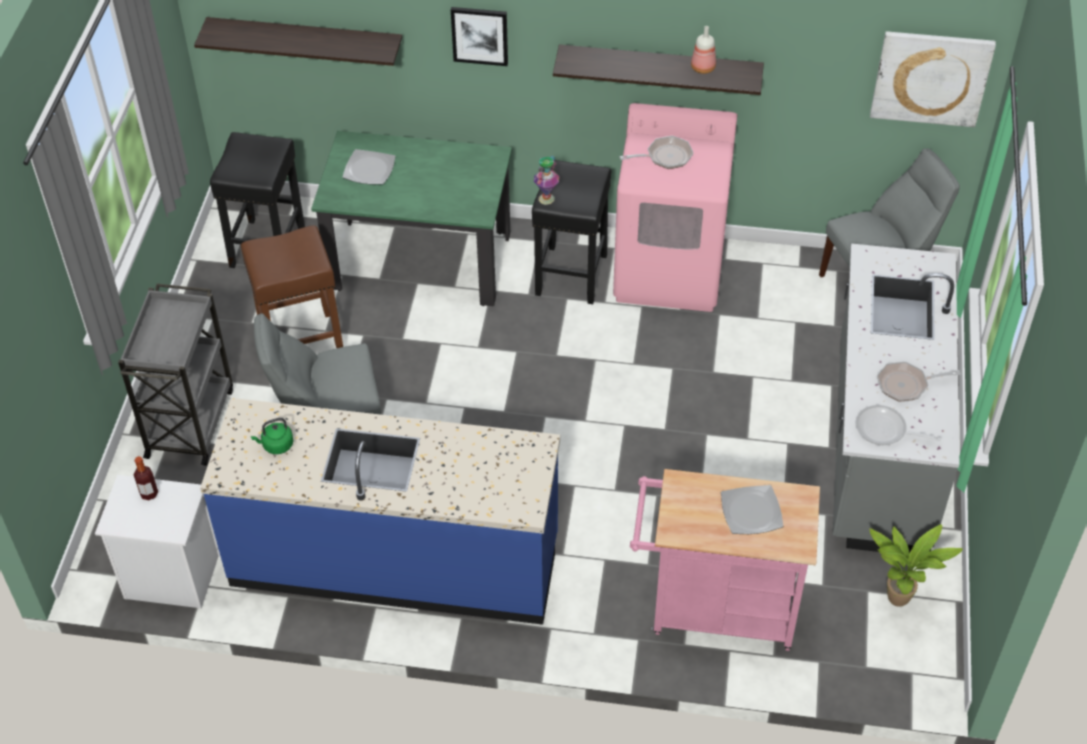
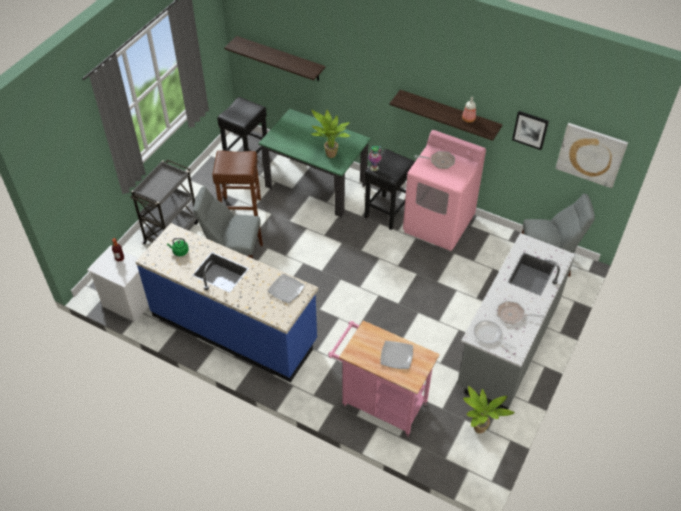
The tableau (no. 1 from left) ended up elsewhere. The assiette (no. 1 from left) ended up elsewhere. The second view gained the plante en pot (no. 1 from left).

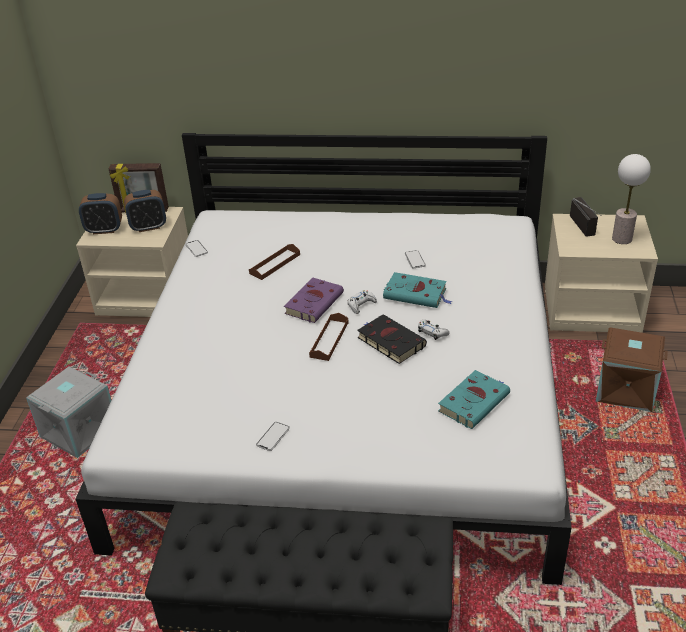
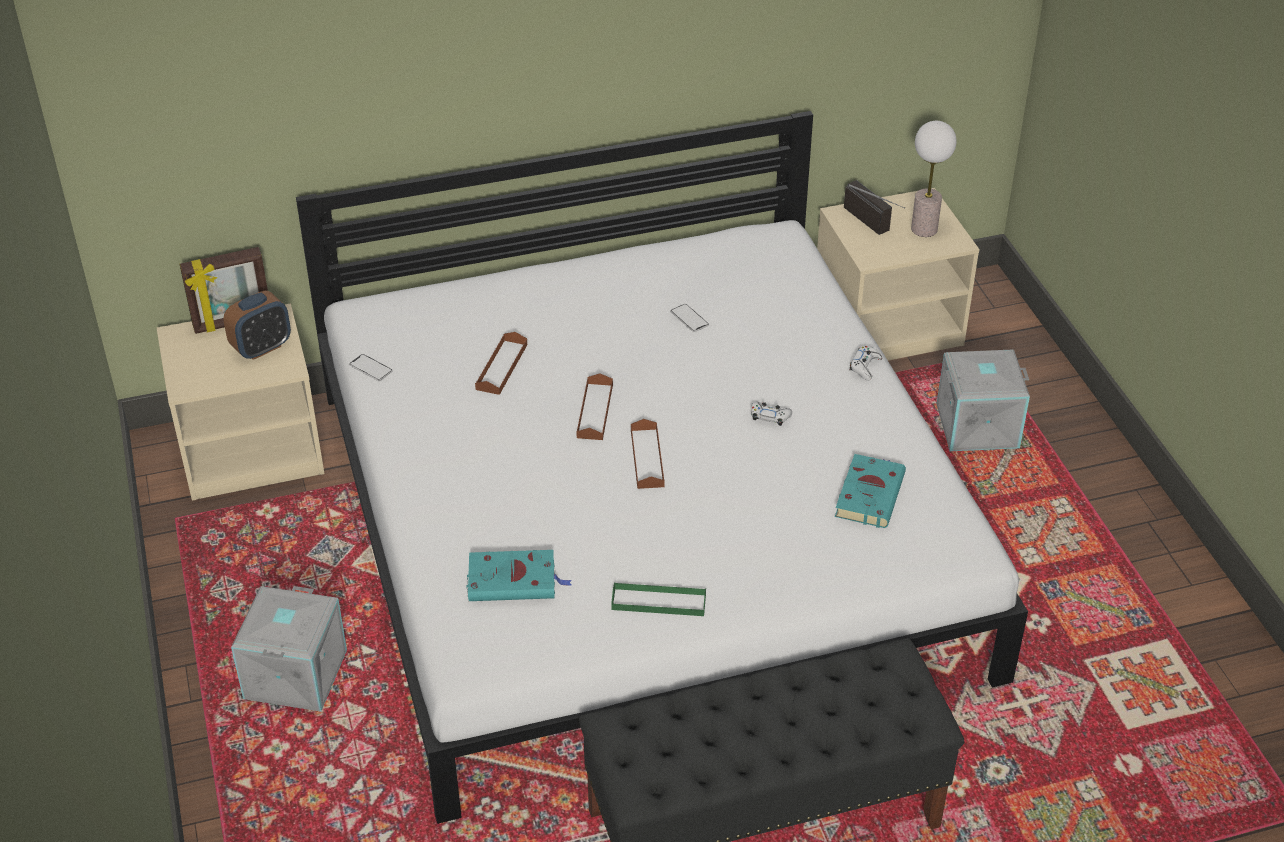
The second view lost the réveil (no. 1 from left). The livre/turquoise (no. 1 from left) ended up elsewhere. Where the livre/violet stood, the plateau/marron (no. 2 from left) came to stand. The manette/blanc (no. 1 from left in the first image) ended up elsewhere. The second view lost the livre/noir. What was the boîte de rangement/marron turned into the boîte de rangement/gris (no. 2 from left). Where the téléphone (no. 2 from left) stood, the plateau/vert came to stand.

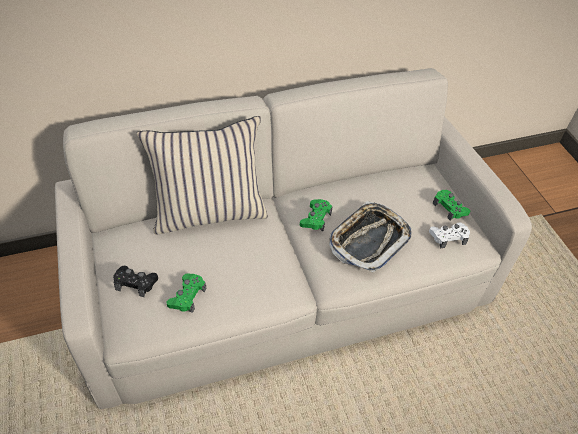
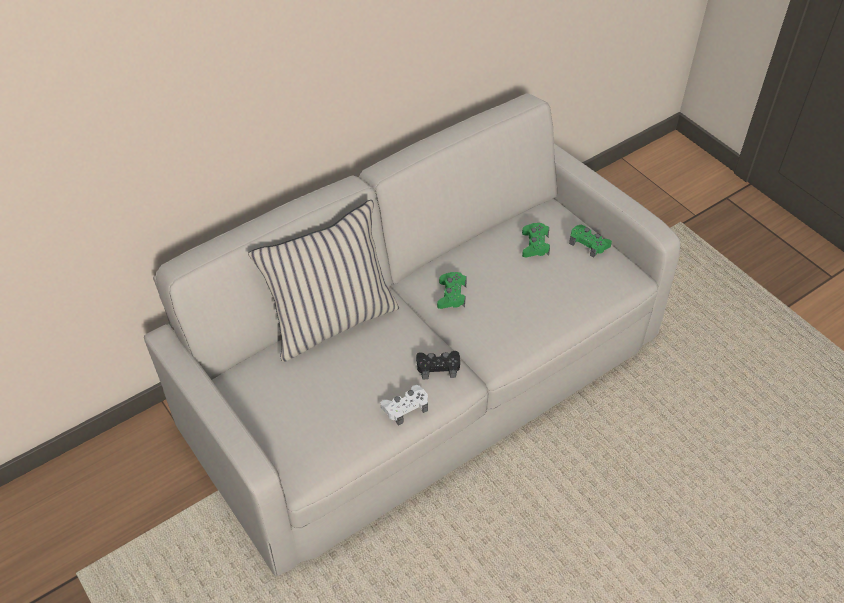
The second view lost the plateau. The manette/blanc ended up elsewhere. The manette/noir ended up elsewhere. The manette/vert (no. 1 from left in the first image) ended up elsewhere.

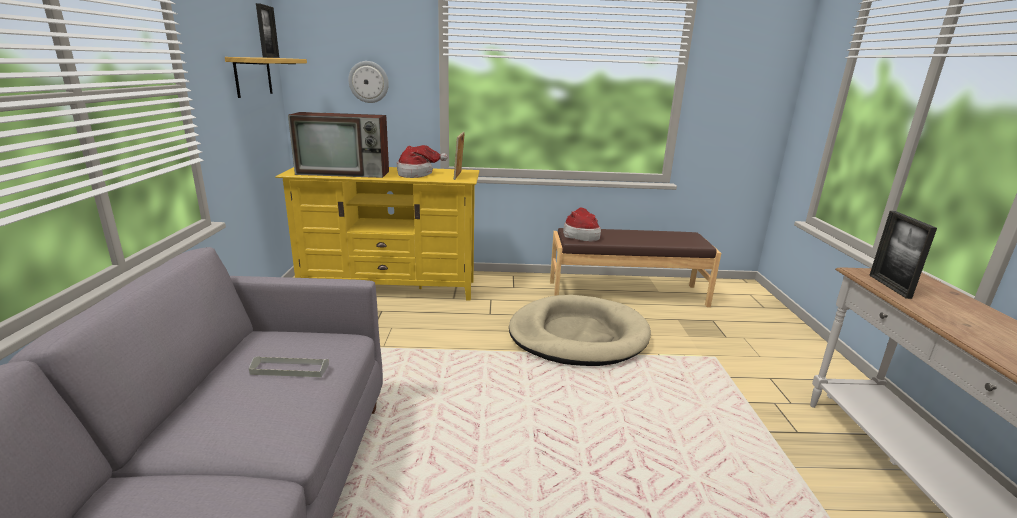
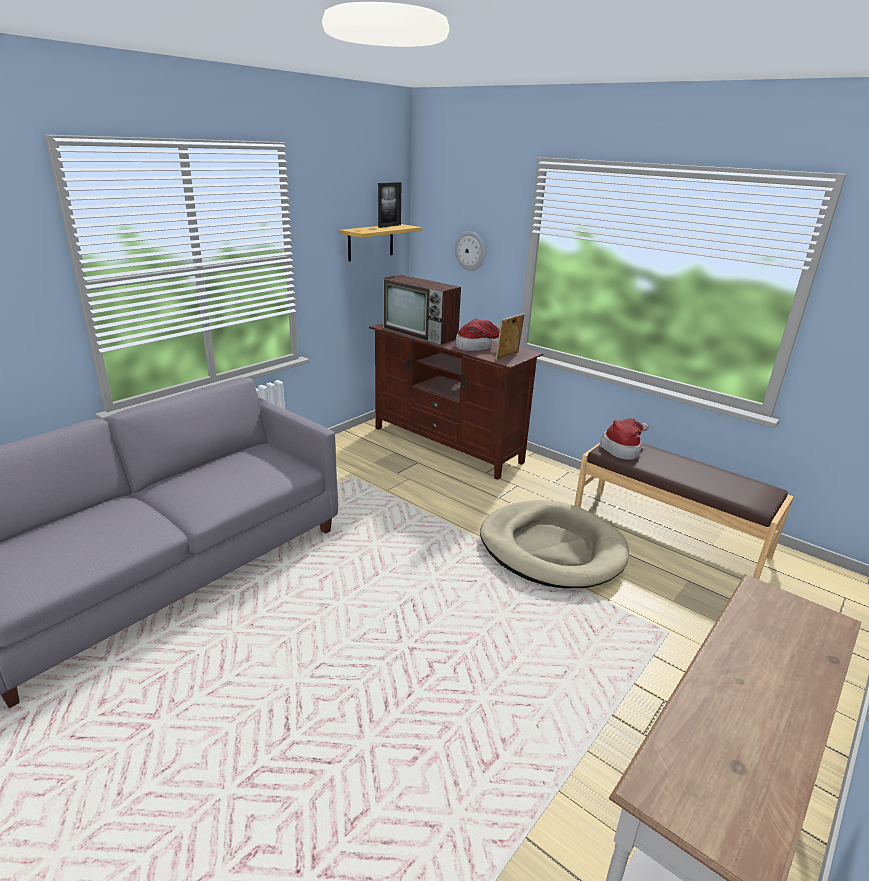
What was the meuble télé/jaune turned into the meuble télé/marron. The second view lost the cadre photo (no. 3 from left). The second view lost the plateau/gris.

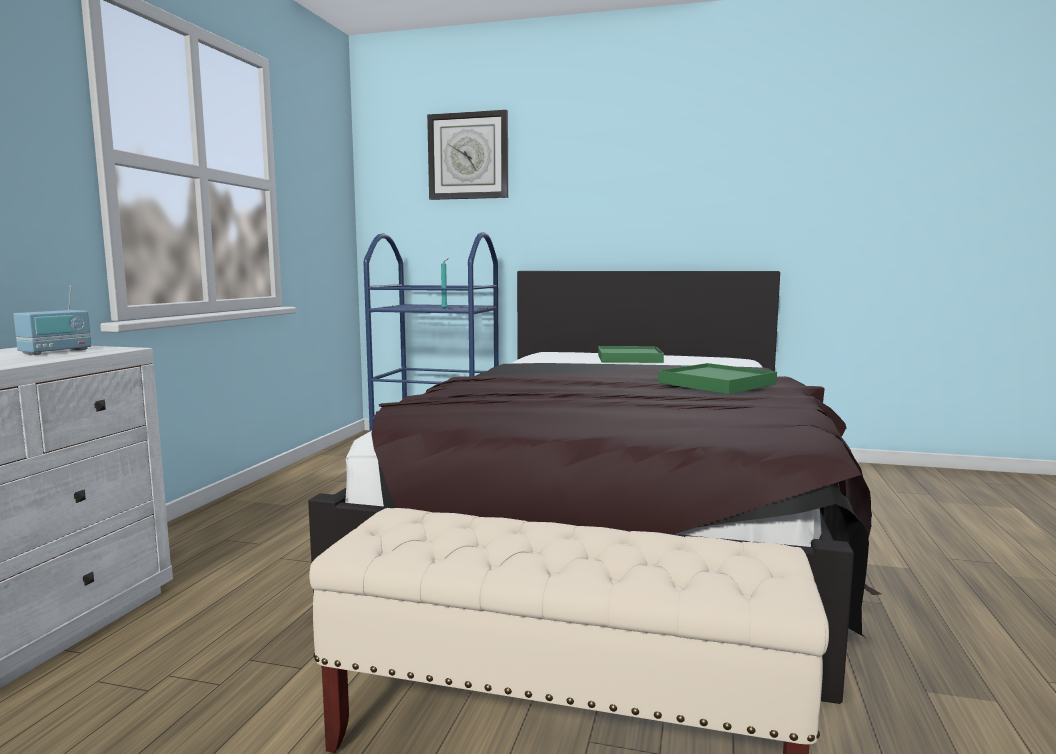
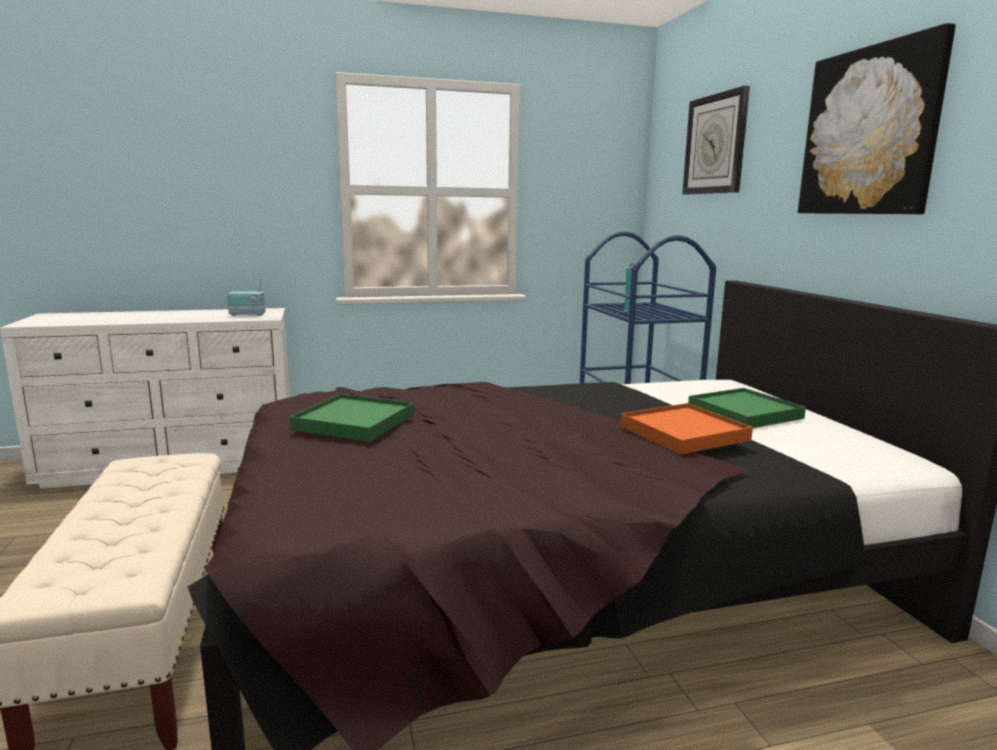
The plateau/vert (no. 2 from left in the first image) ended up elsewhere. The second view gained the tableau. The second view gained the plateau/orange.

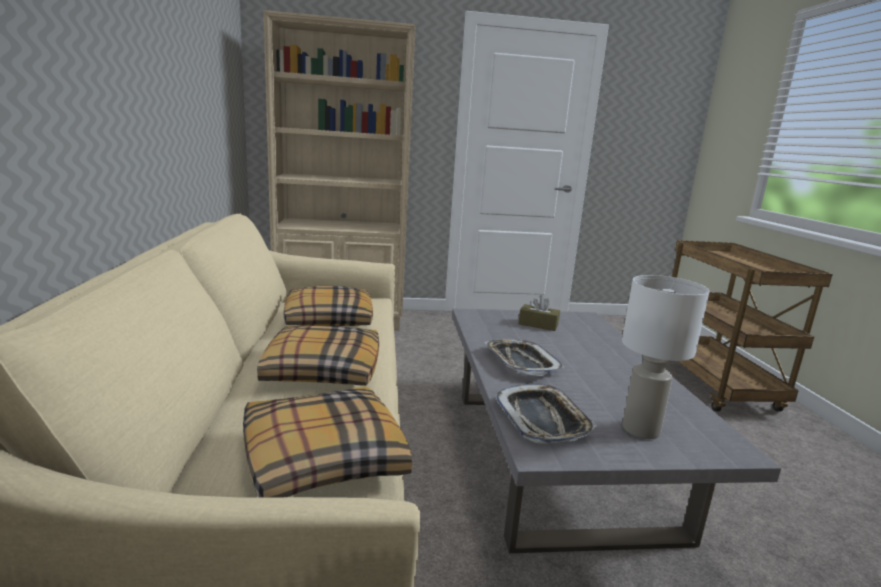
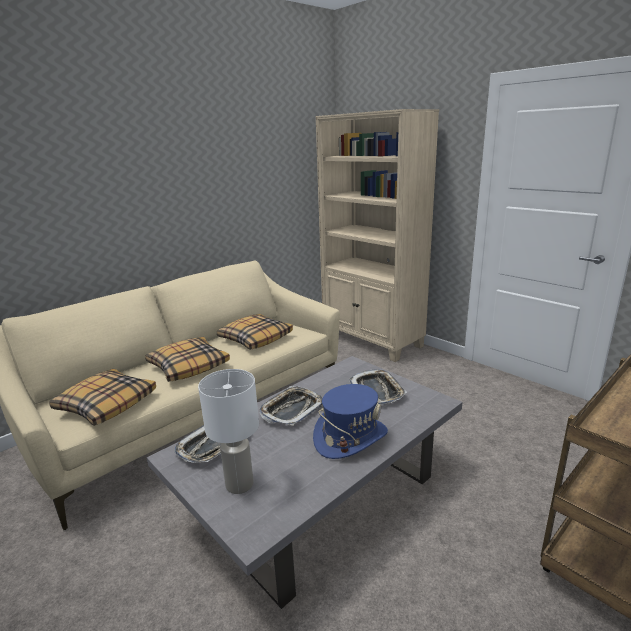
Where the boîte à mouchoirs/marron stood, the plateau (no. 3 from left) came to stand. The second view gained the chapeau/bleu.

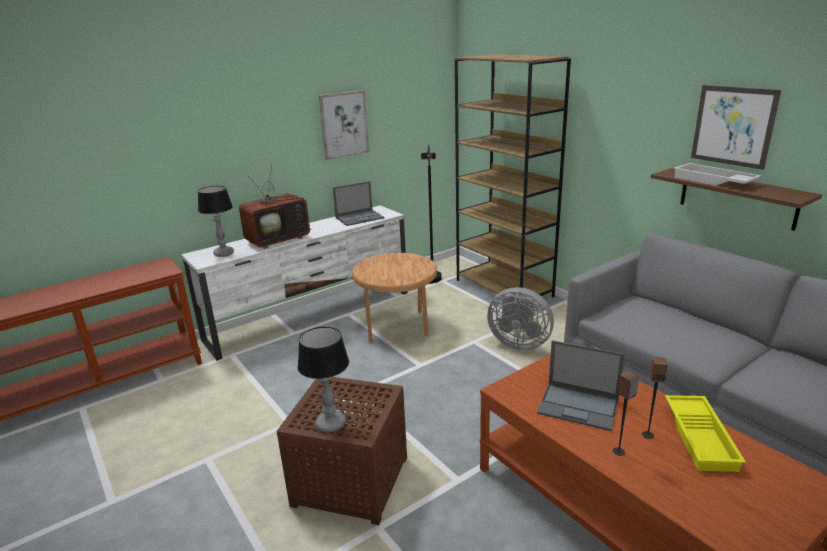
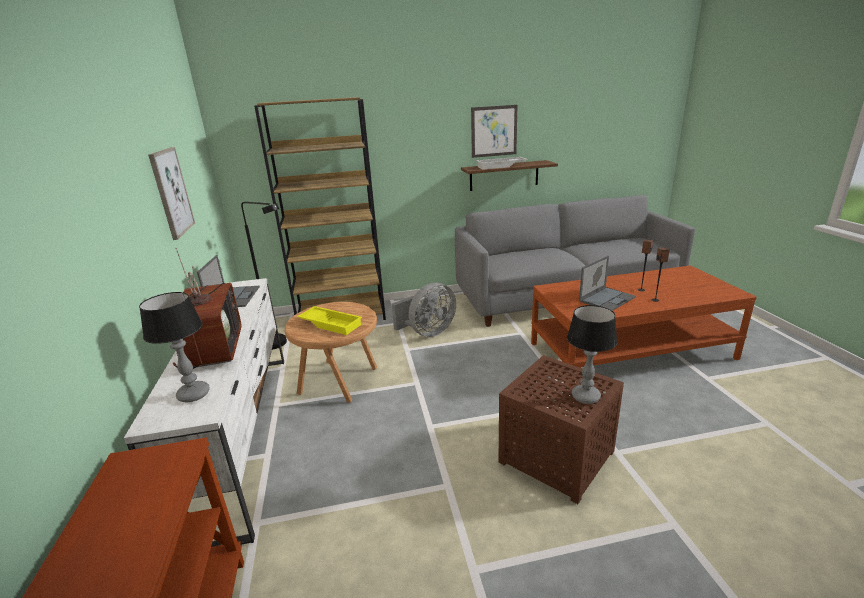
The plateau/jaune ended up elsewhere.

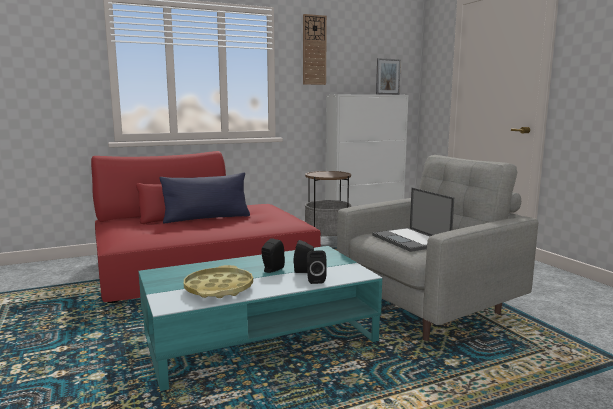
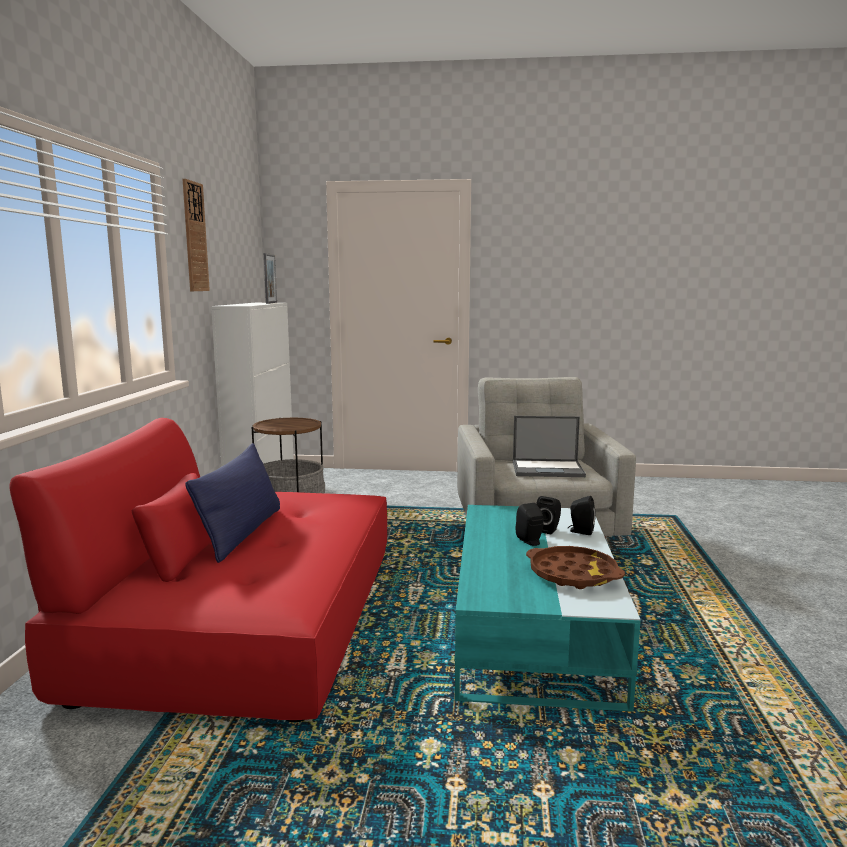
What was the plateau/jaune turned into the plateau/marron.

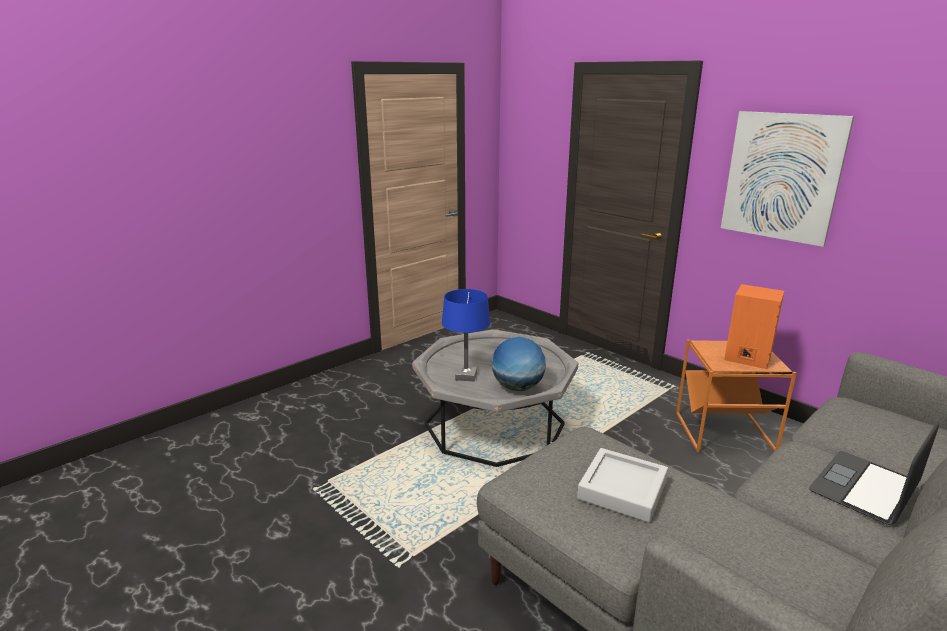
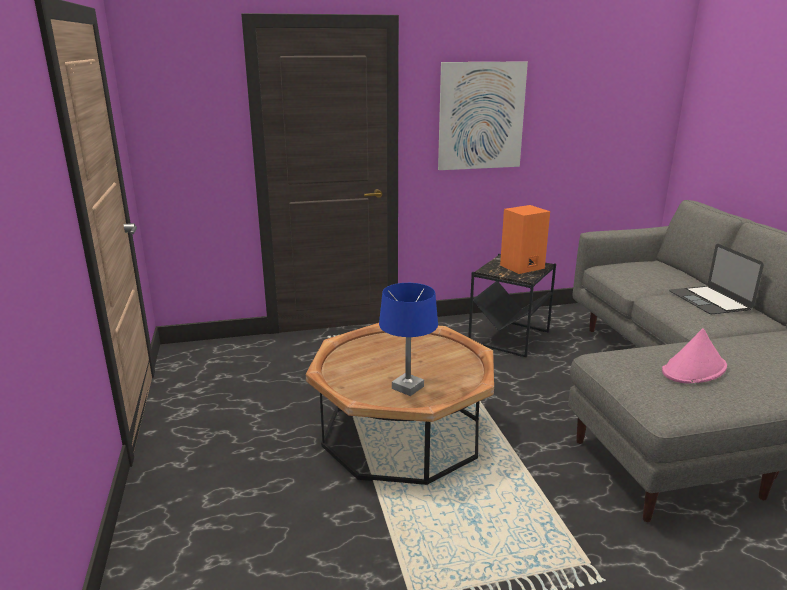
What was the table basse/gris turned into the table basse/marron. The second view lost the globe. What was the table d'appoint/orange turned into the table d'appoint/noir. Where the plateau/gris stood, the chapeau/rose came to stand.

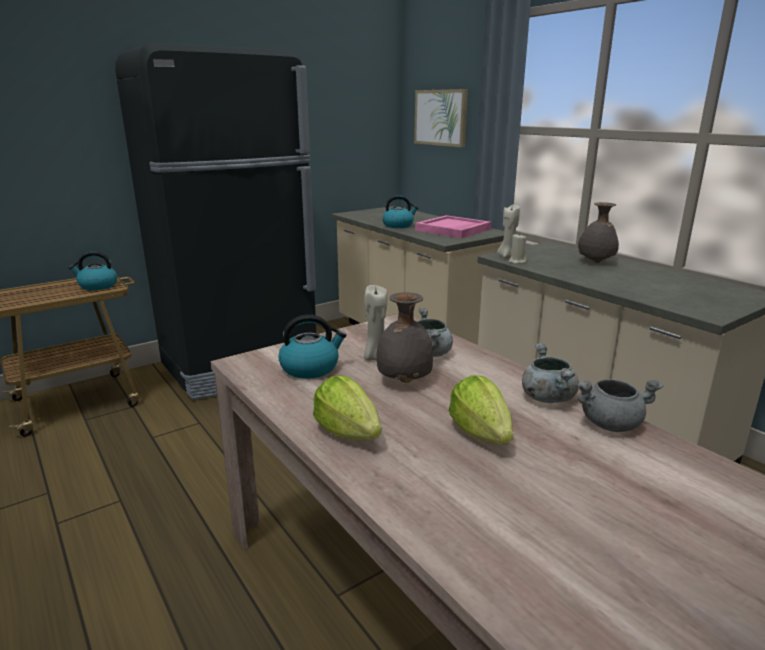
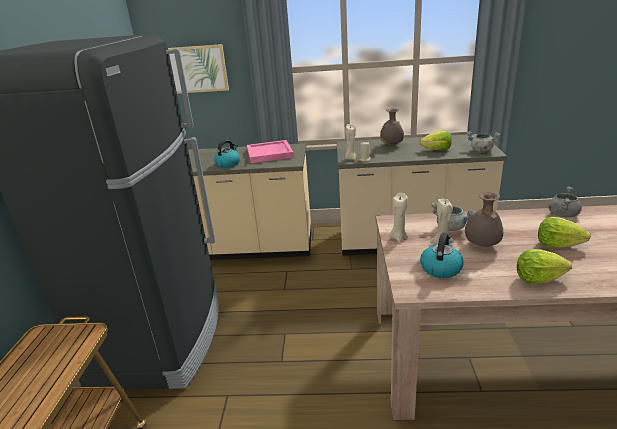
The second view lost the bouilloire (no. 1 from left). The marmite/gris (no. 2 from left) ended up elsewhere. The second view gained the laitue (no. 1 from left). The second view gained the bougie/beige (no. 3 from left).

